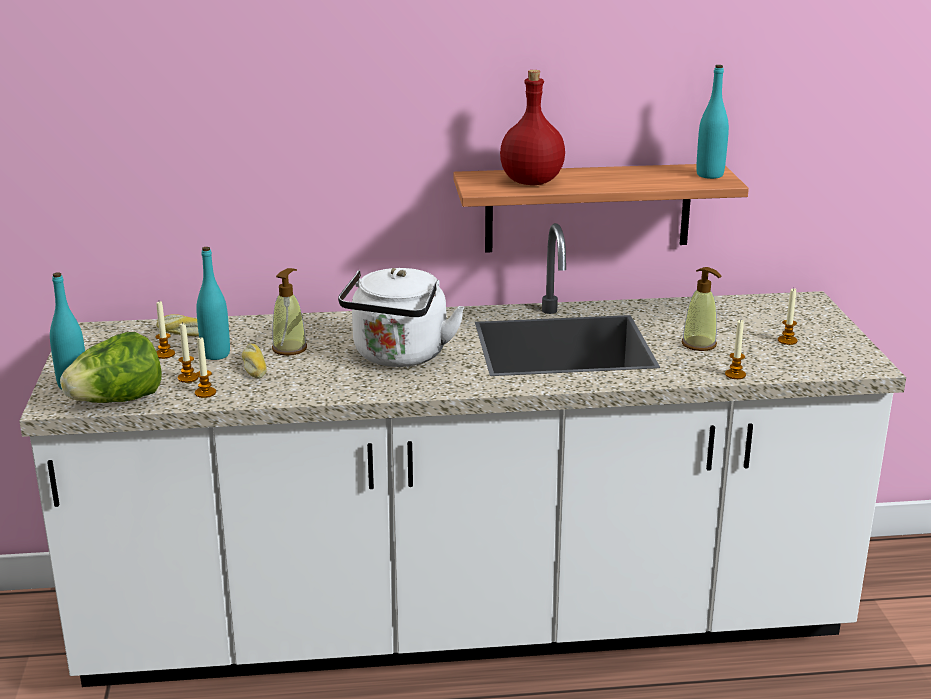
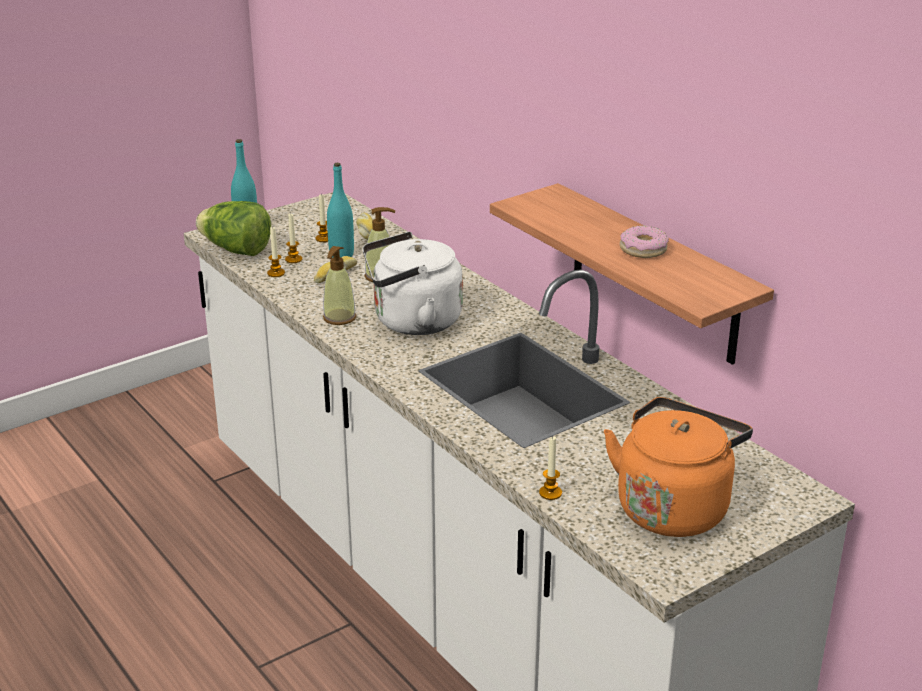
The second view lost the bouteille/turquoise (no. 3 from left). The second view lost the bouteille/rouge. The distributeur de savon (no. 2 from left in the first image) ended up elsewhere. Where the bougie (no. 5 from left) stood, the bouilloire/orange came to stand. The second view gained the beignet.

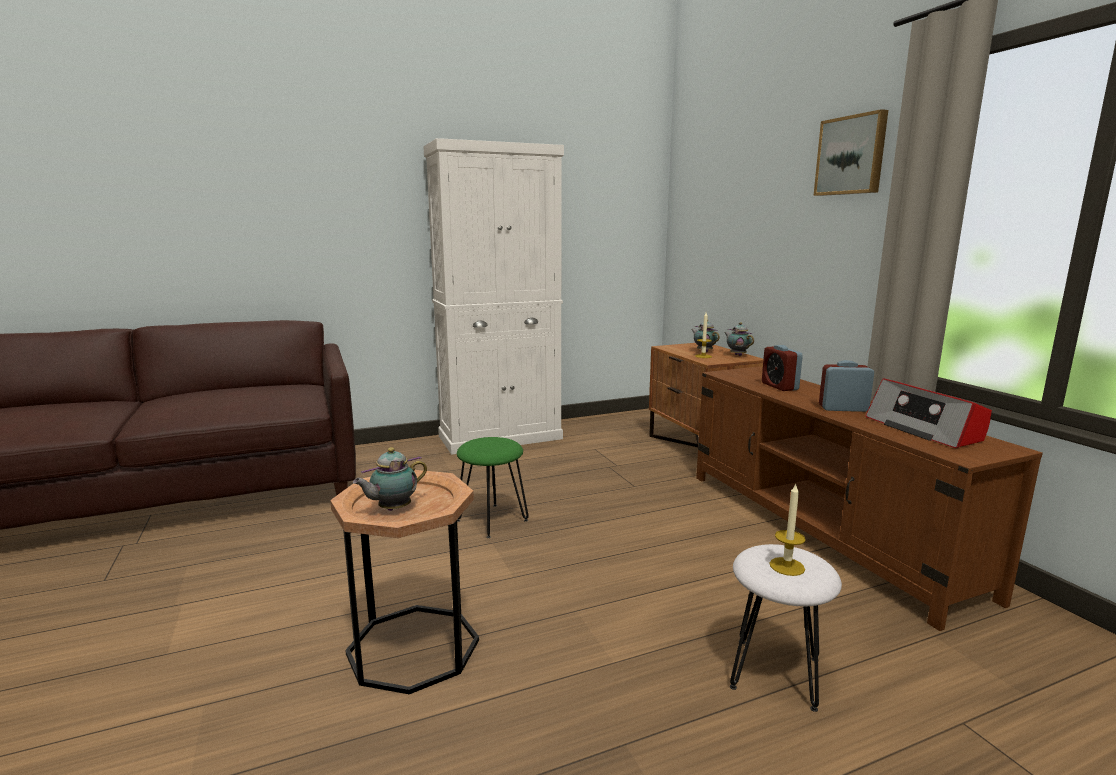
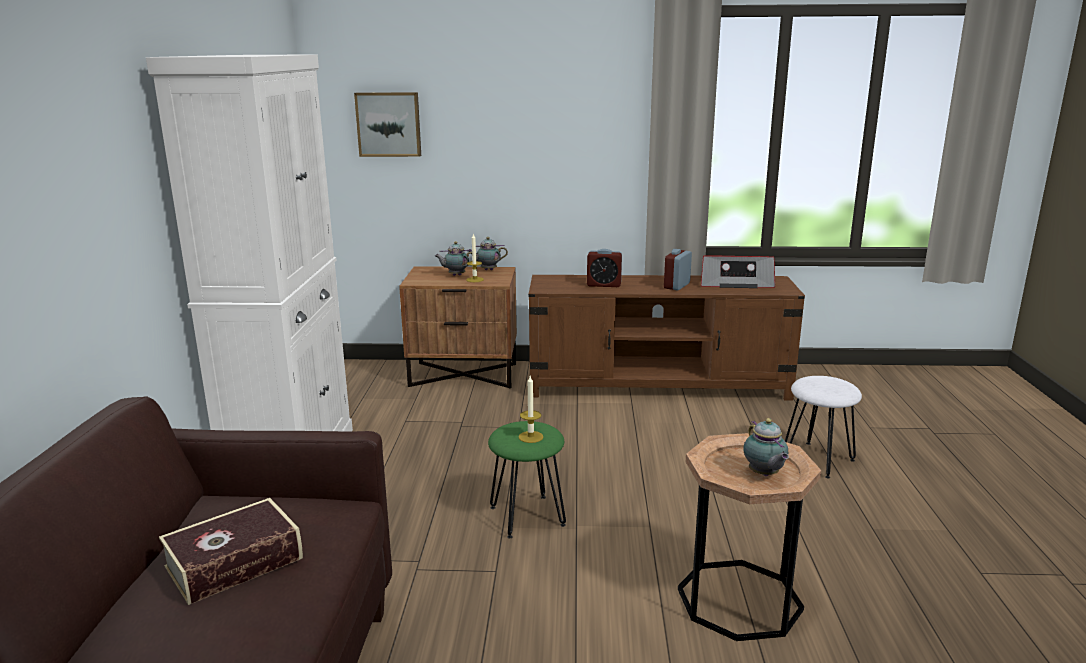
The tableau ended up elsewhere. The bougie (no. 2 from left) ended up elsewhere. The second view gained the livre.

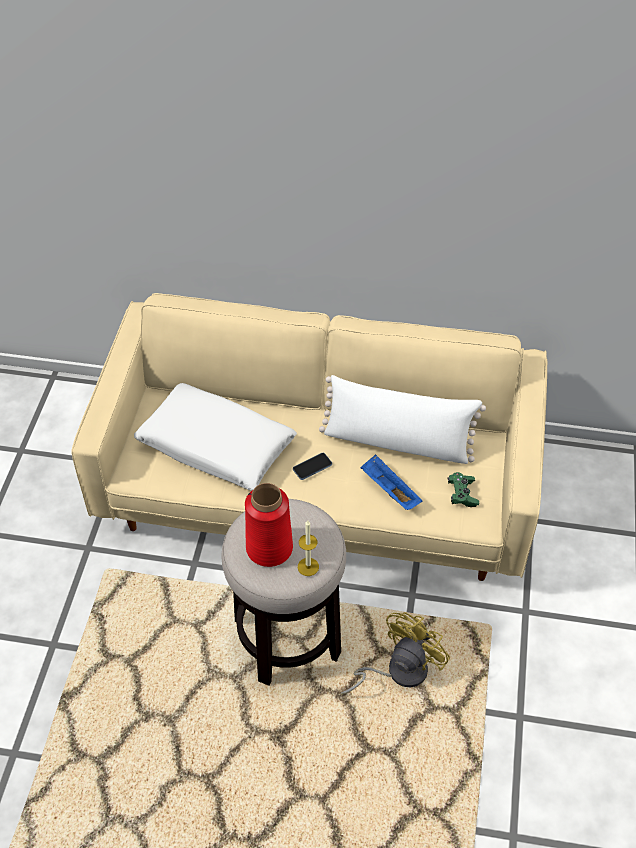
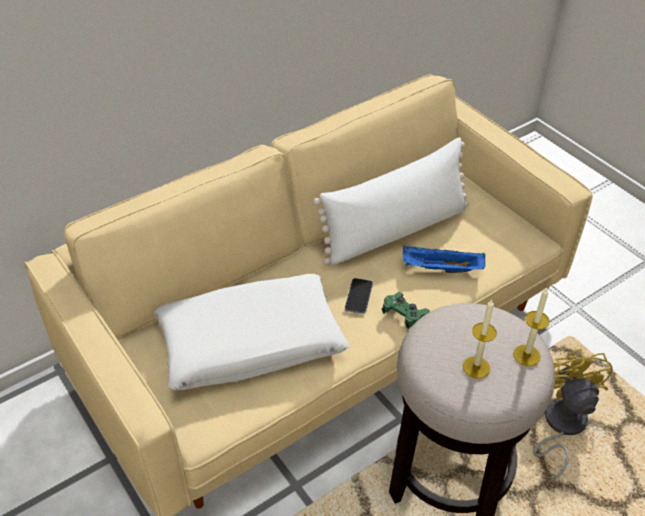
The manette/vert ended up elsewhere. Where the vase/rouge stood, the bougie (no. 1 from left) came to stand.

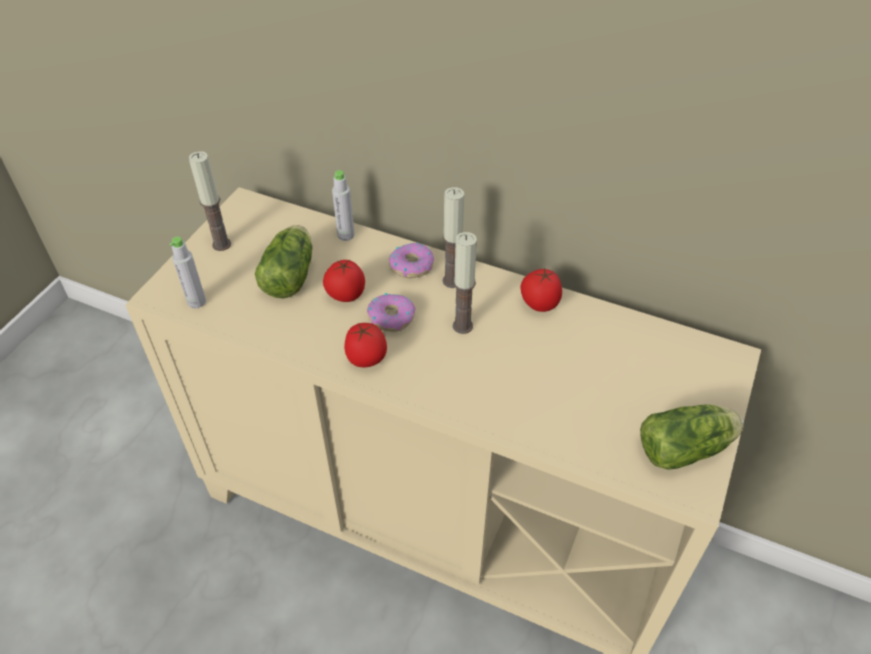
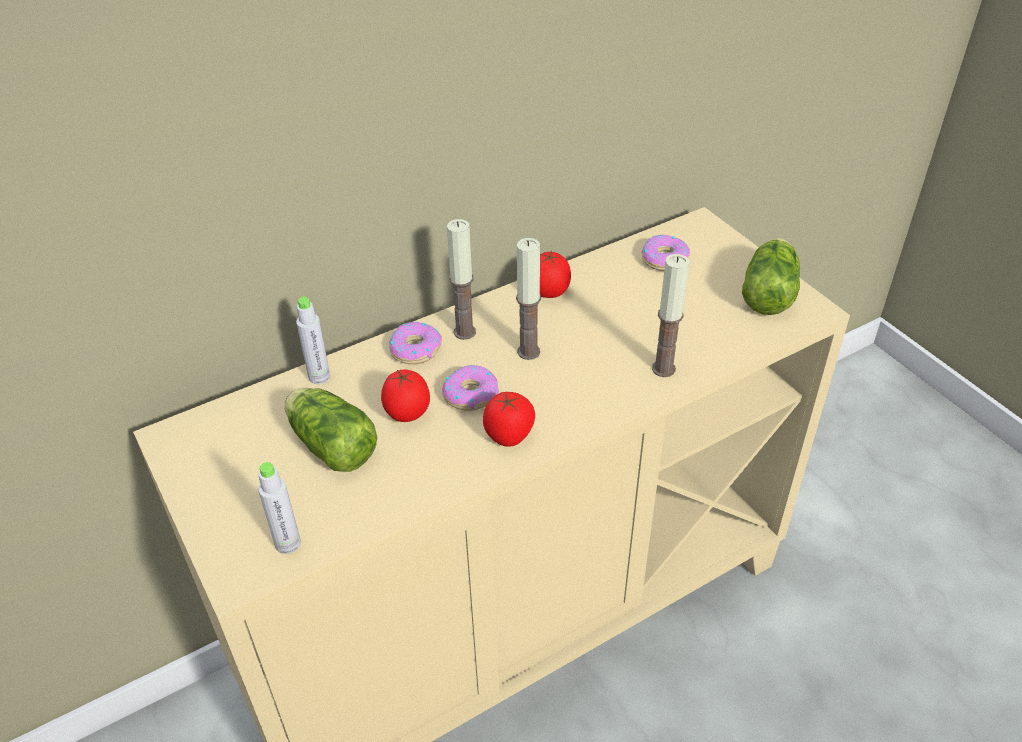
The bougie (no. 1 from left in the first image) ended up elsewhere. The second view gained the beignet (no. 3 from left).

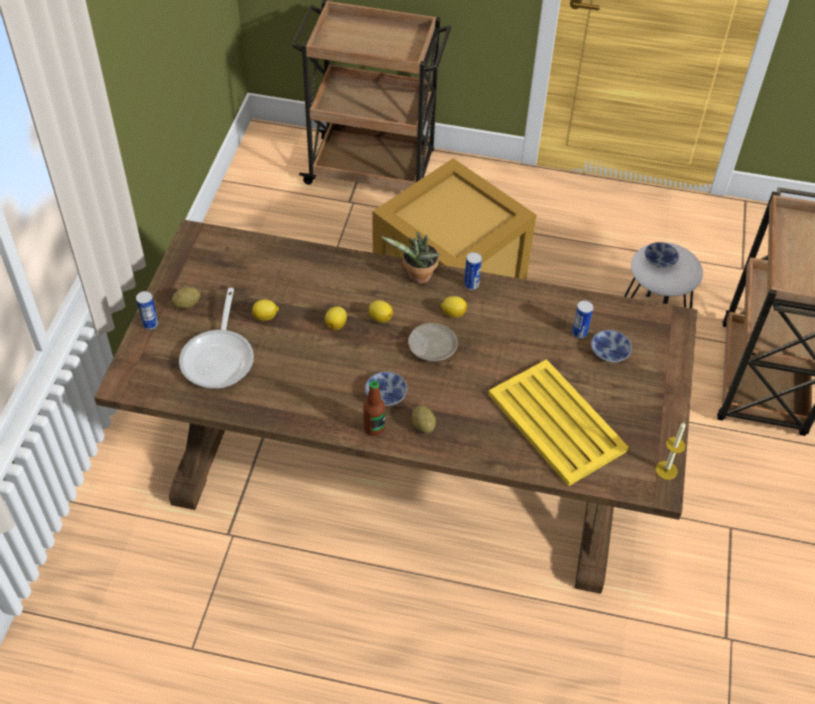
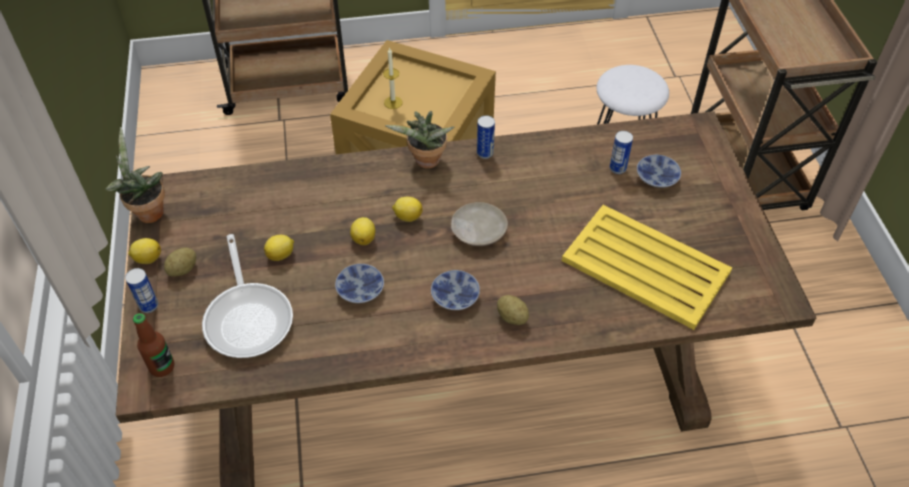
The bol (no. 3 from left in the first image) ended up elsewhere. The citron (no. 4 from left in the first image) ended up elsewhere. The bouteille ended up elsewhere. The bougie ended up elsewhere. The second view gained the plante en pot (no. 1 from left).

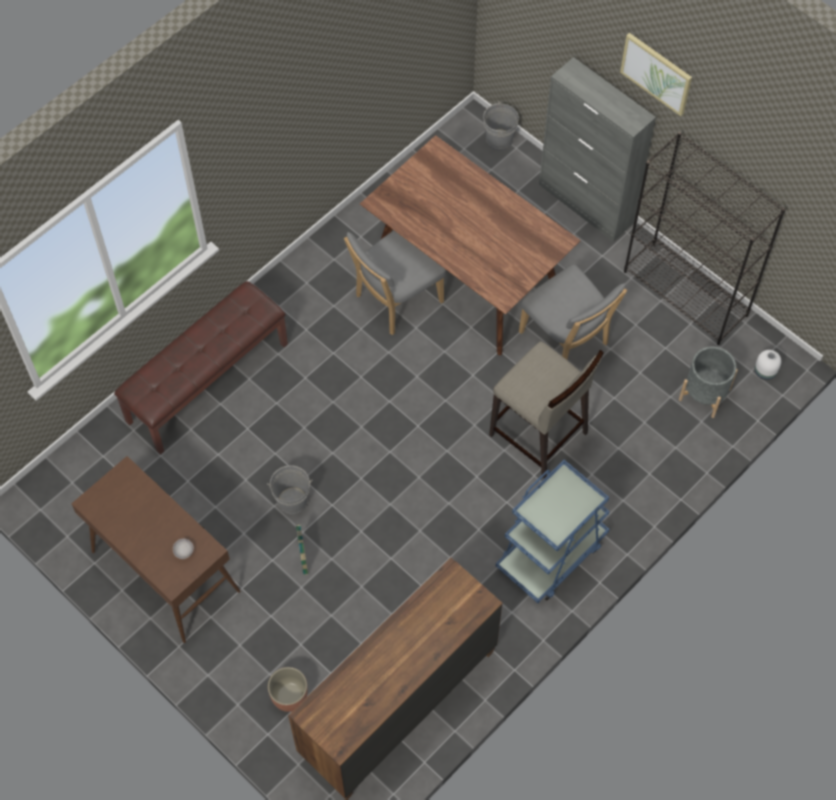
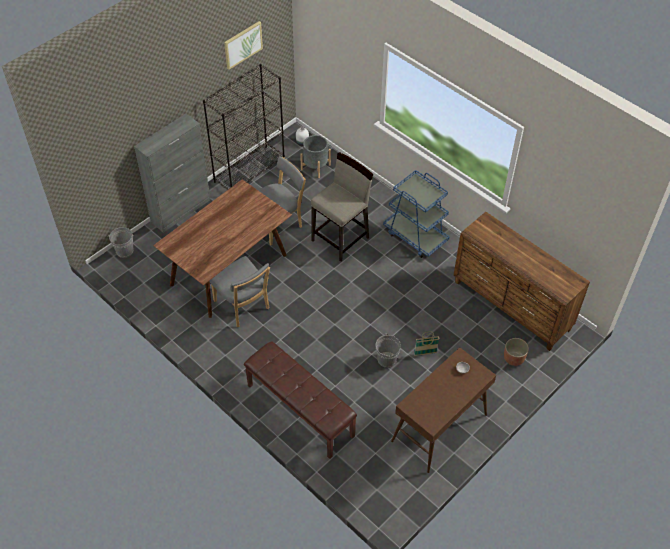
The tableau ended up elsewhere.

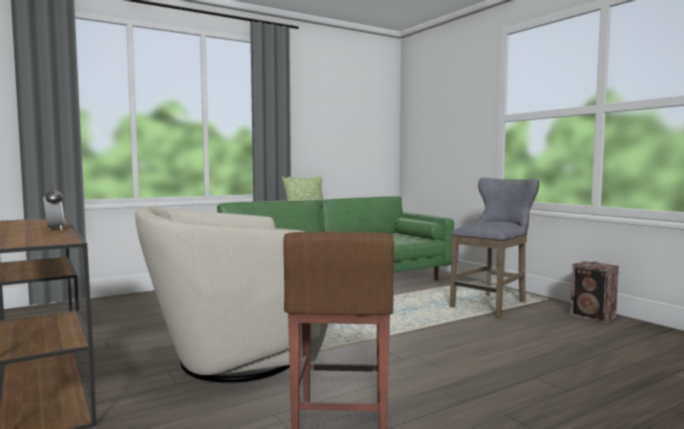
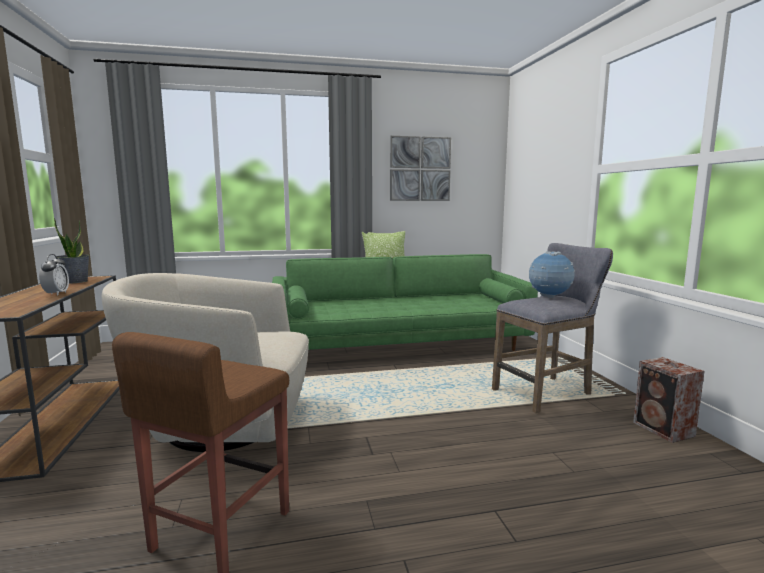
The second view gained the tableau. The second view gained the plante en pot. The second view gained the globe.

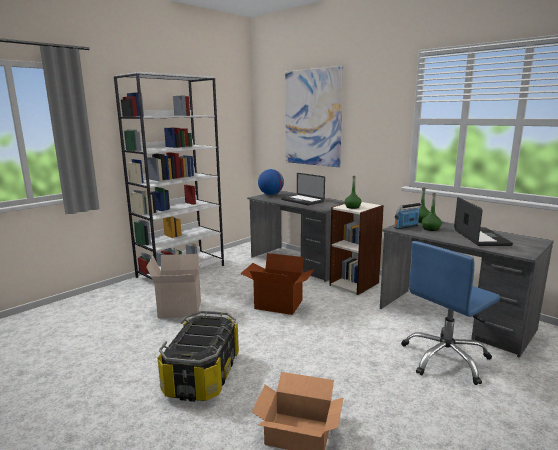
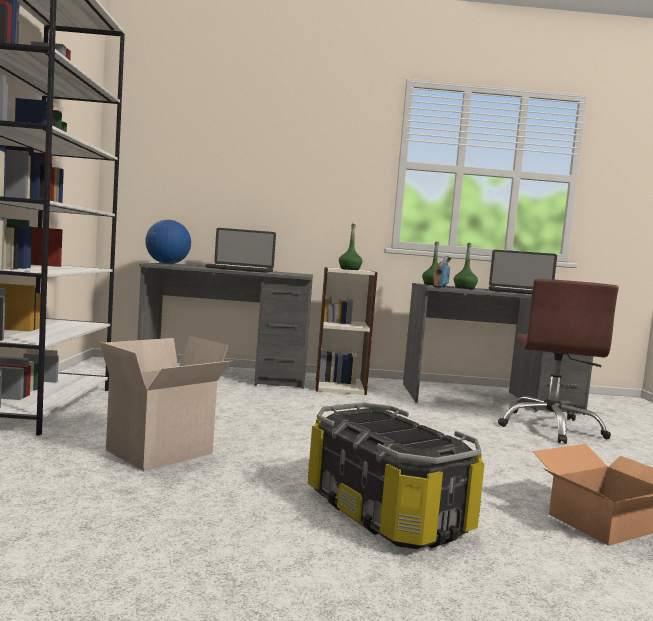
The second view lost the tableau. The ordinateur portable (no. 2 from left) ended up facing another way, 150 degrees clockwise from before. What was the chaise de bureau/bleu turned into the chaise de bureau/marron. The second view lost the carton (no. 2 from left).

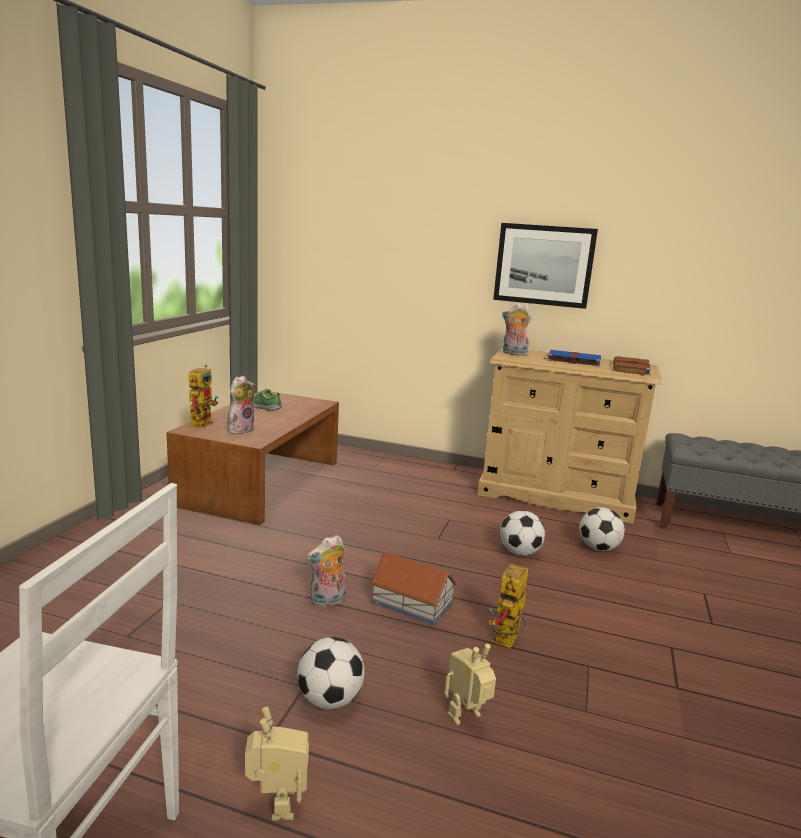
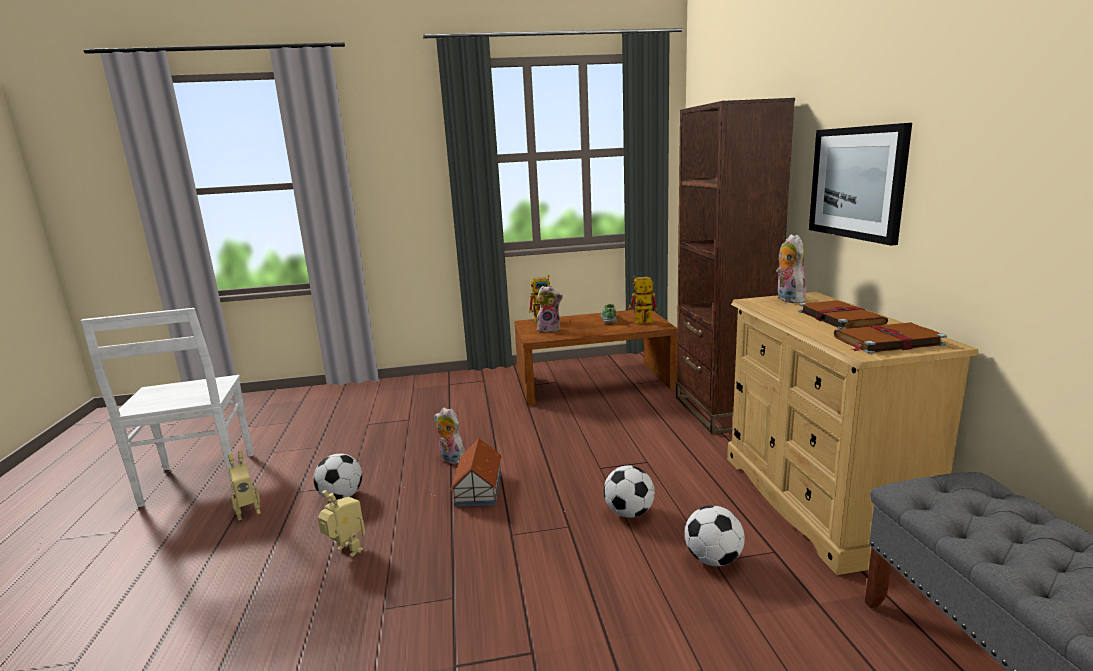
What was the livre/bleu turned into the livre/marron (no. 1 from left). The robot jouet (no. 4 from left) ended up elsewhere. The second view gained the bibliothèque/marron.

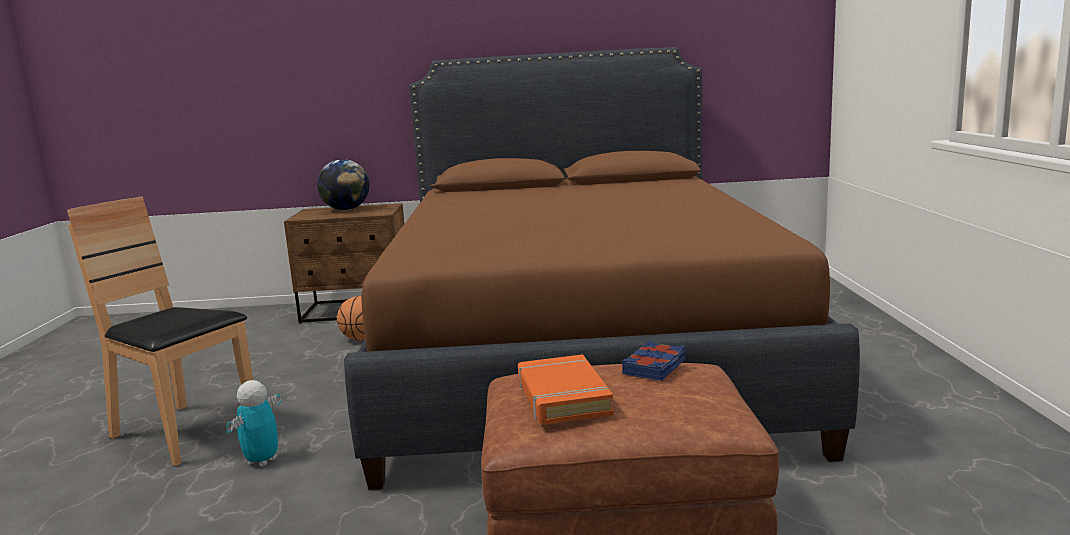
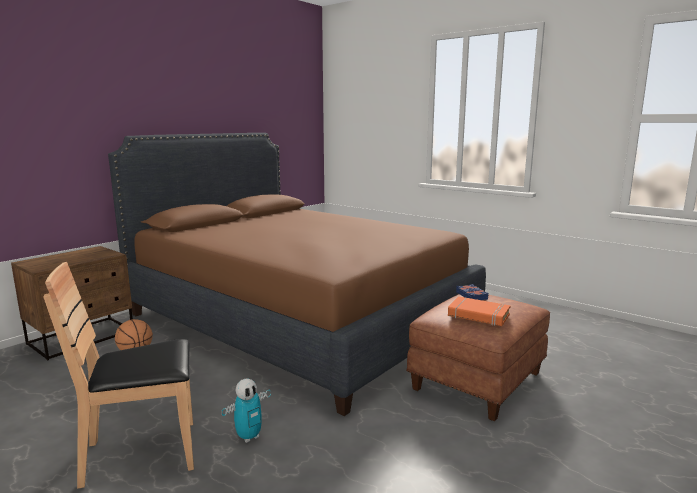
The second view lost the globe. The robot jouet ended up facing another way, 105 degrees counterclockwise from before.

